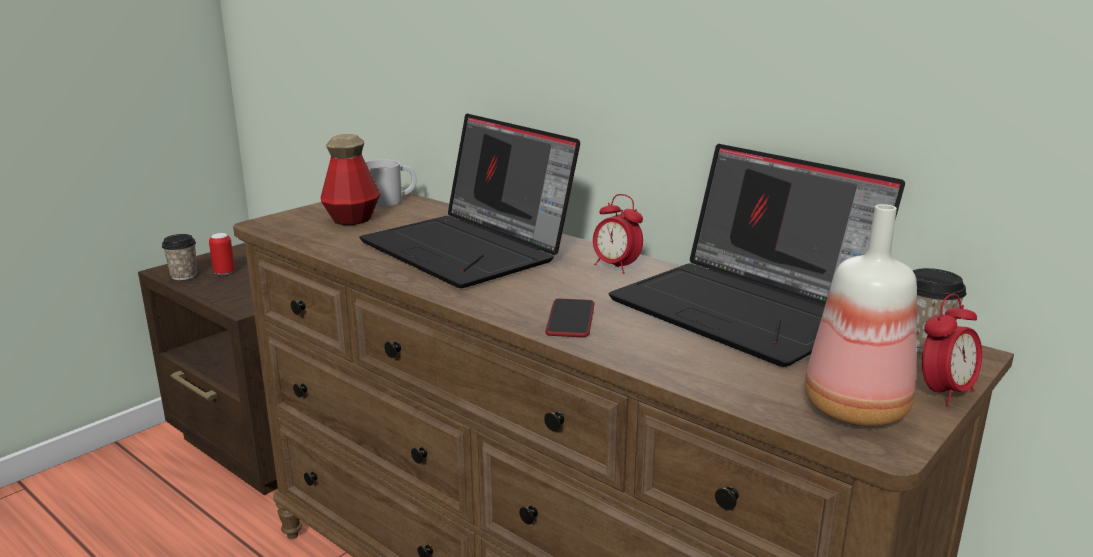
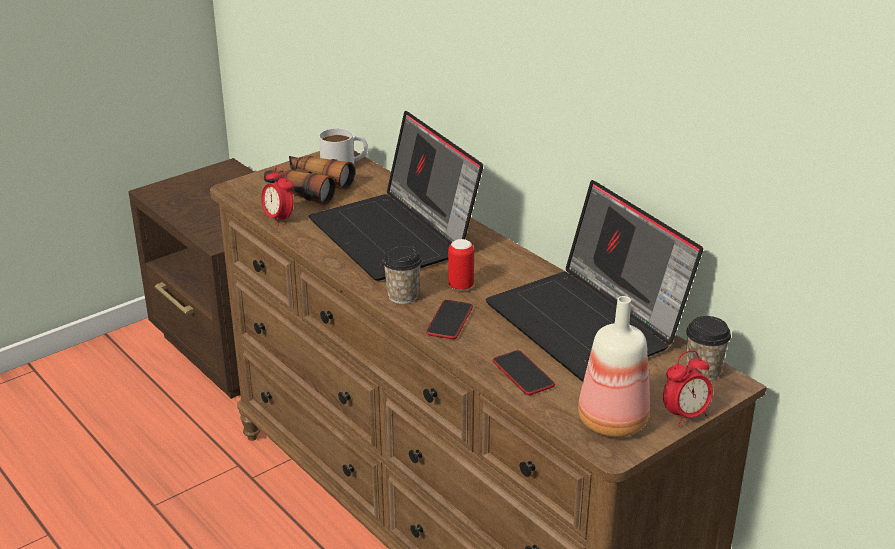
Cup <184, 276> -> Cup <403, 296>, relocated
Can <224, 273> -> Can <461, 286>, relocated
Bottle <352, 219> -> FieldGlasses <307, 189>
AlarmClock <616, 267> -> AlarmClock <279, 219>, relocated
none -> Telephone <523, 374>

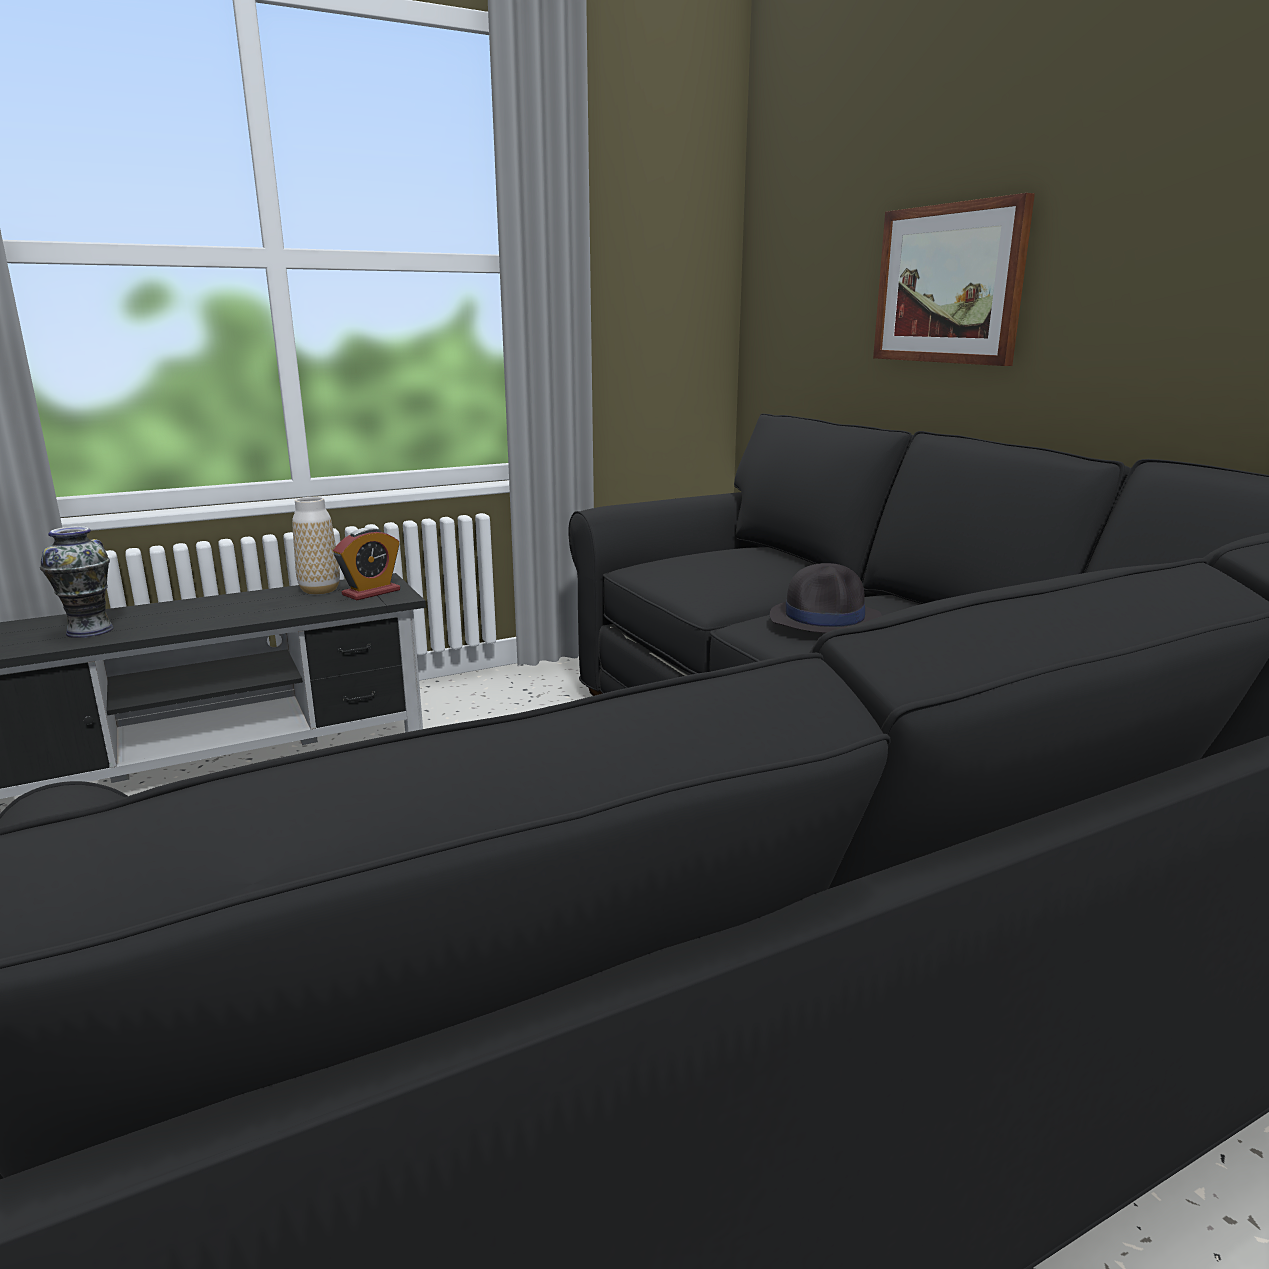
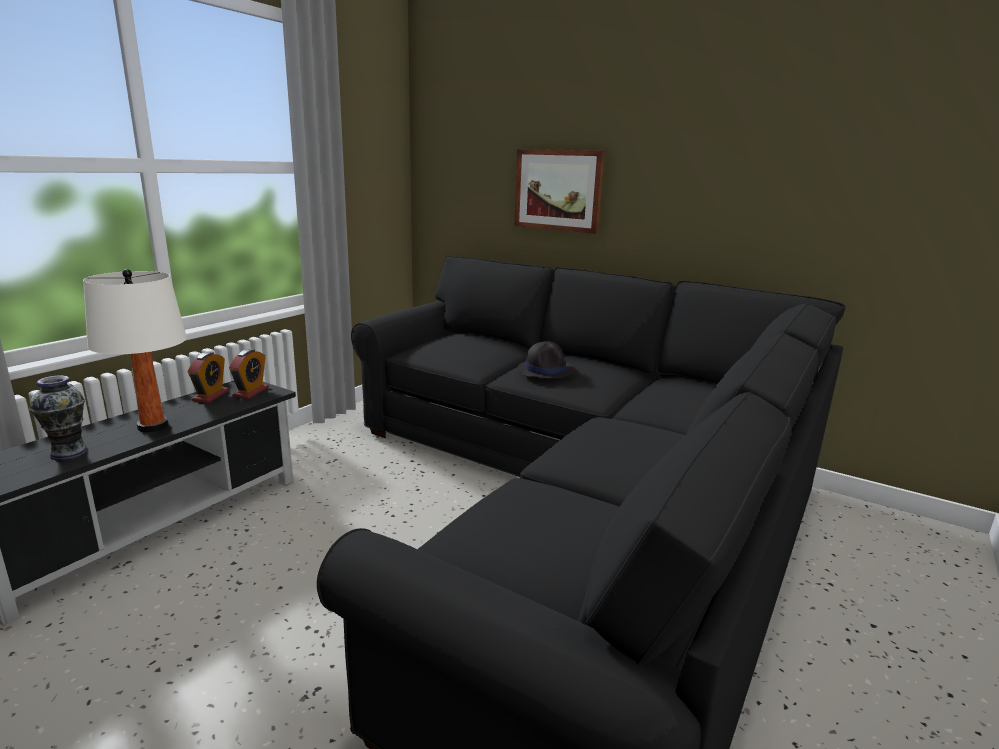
DecorativeVase <320, 590> -> AlarmClock <210, 396>
none -> WhitishTableLamp <153, 426>

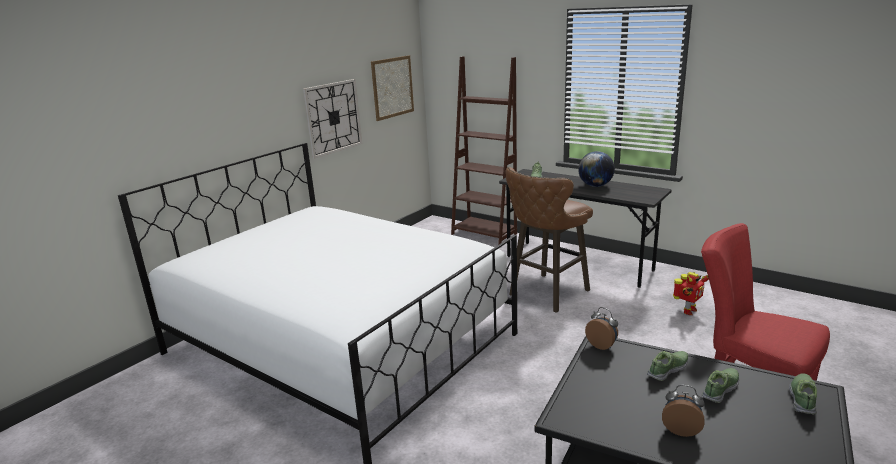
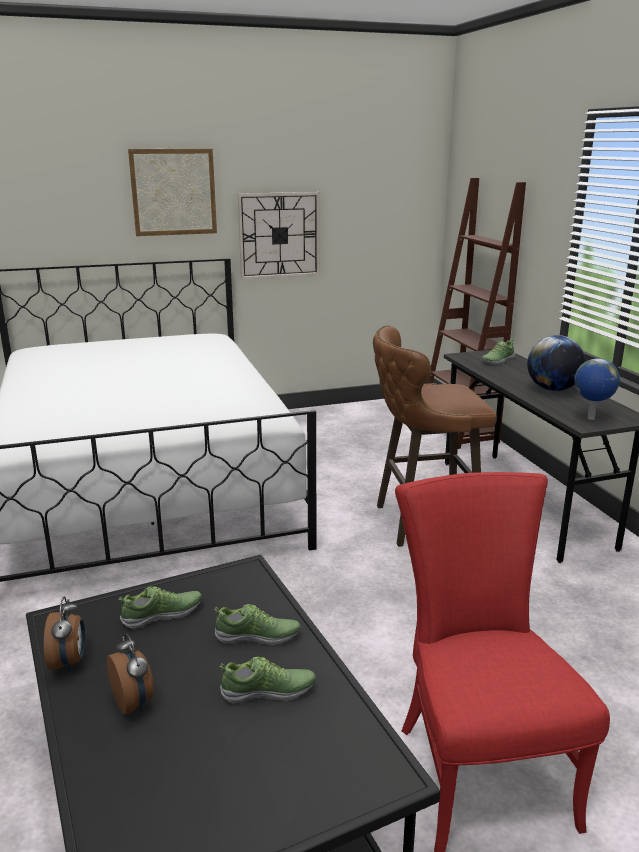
Picture <392, 86> -> Picture <173, 191>, relocated
AlarmClock <602, 345> -> AlarmClock <69, 662>, relocated
ModelRobot <688, 311> -> none
ItemOfFootwear <803, 398> -> ItemOfFootwear <162, 615>, relocated
none -> DeskGlobe <591, 418>

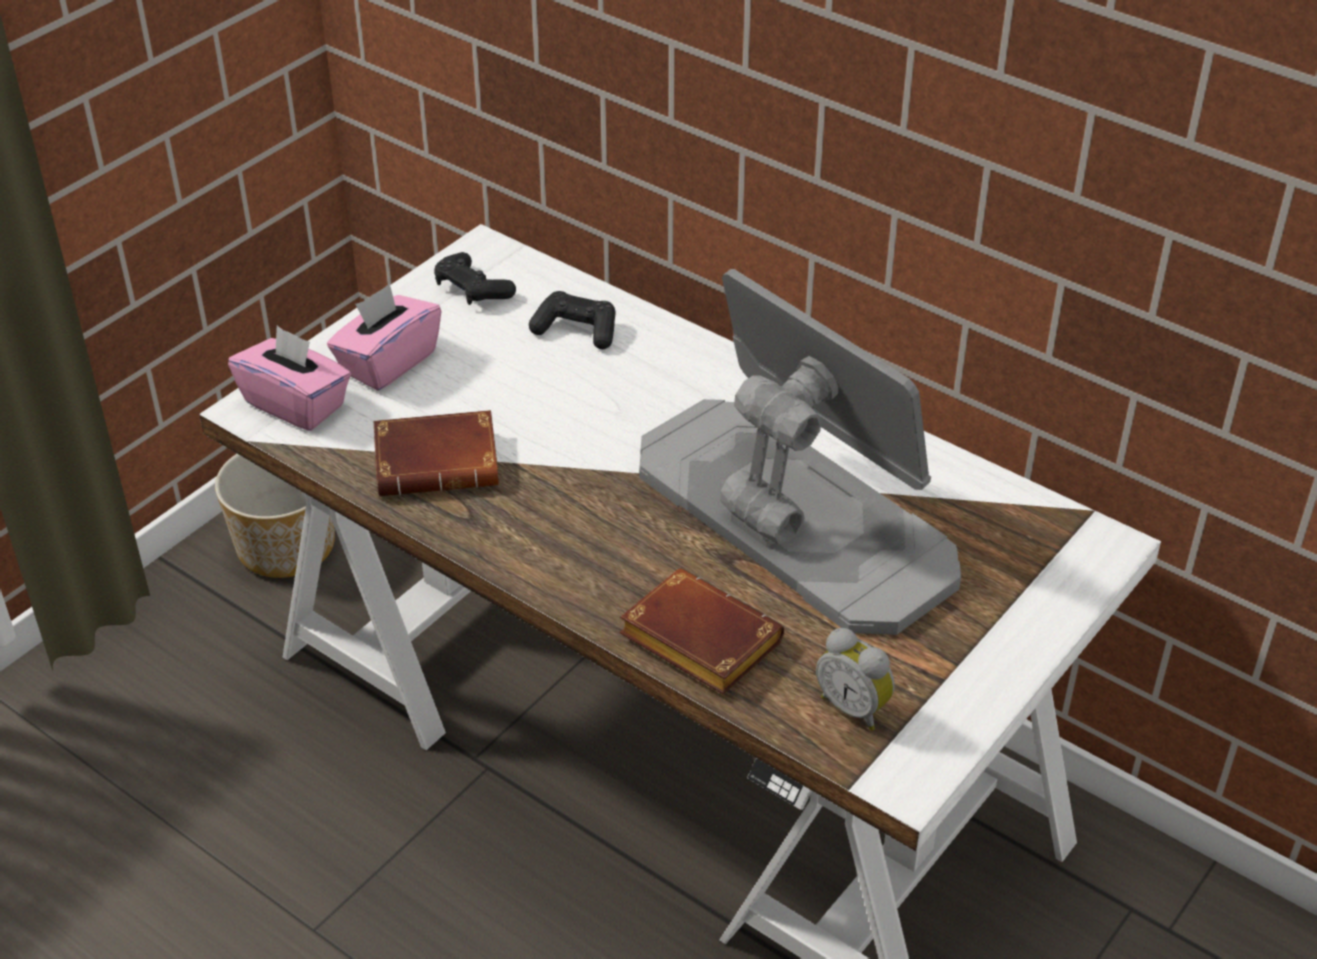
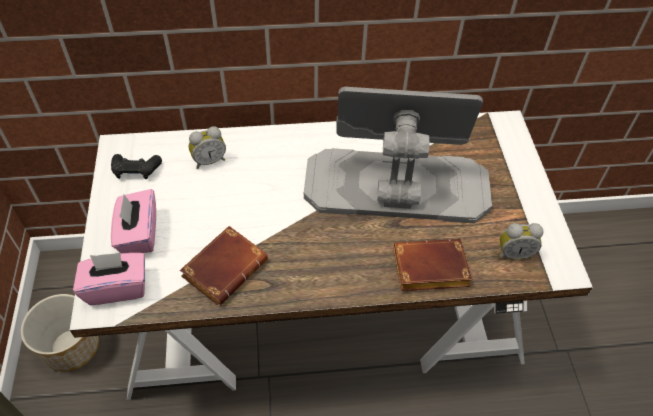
BlackGamepad <576, 330> -> AlarmClock <209, 160>

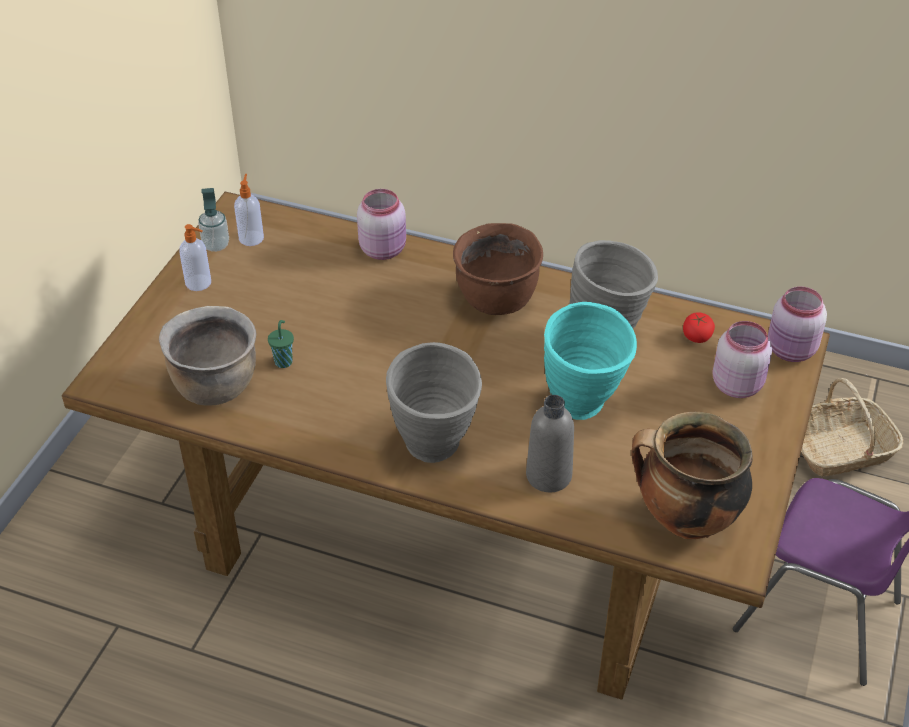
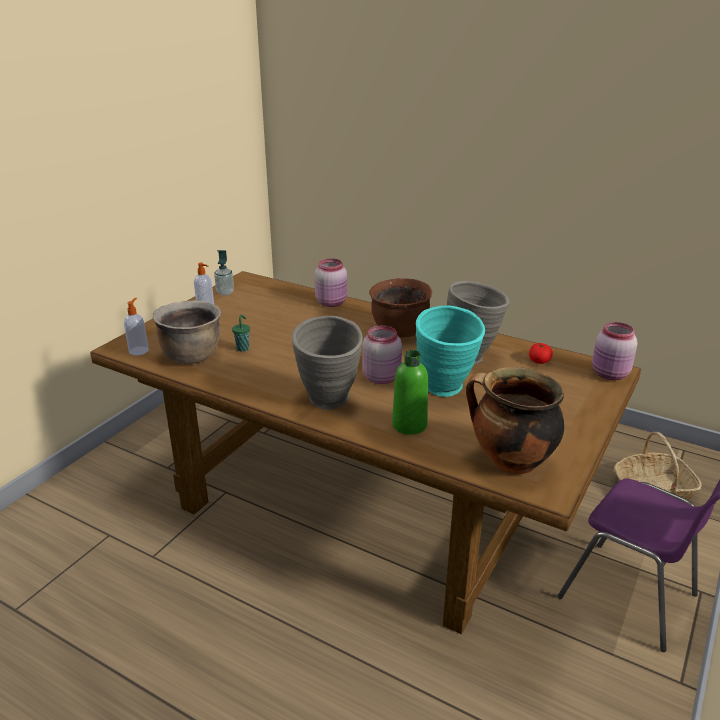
LiquidSoapBottle <251, 237> -> LiquidSoapBottle <139, 350>, relocated
GrayBottle <548, 476> -> GreenColouredBottle <409, 425>
PinkishPreserveJar <737, 384> -> PinkishPreserveJar <382, 377>, relocated

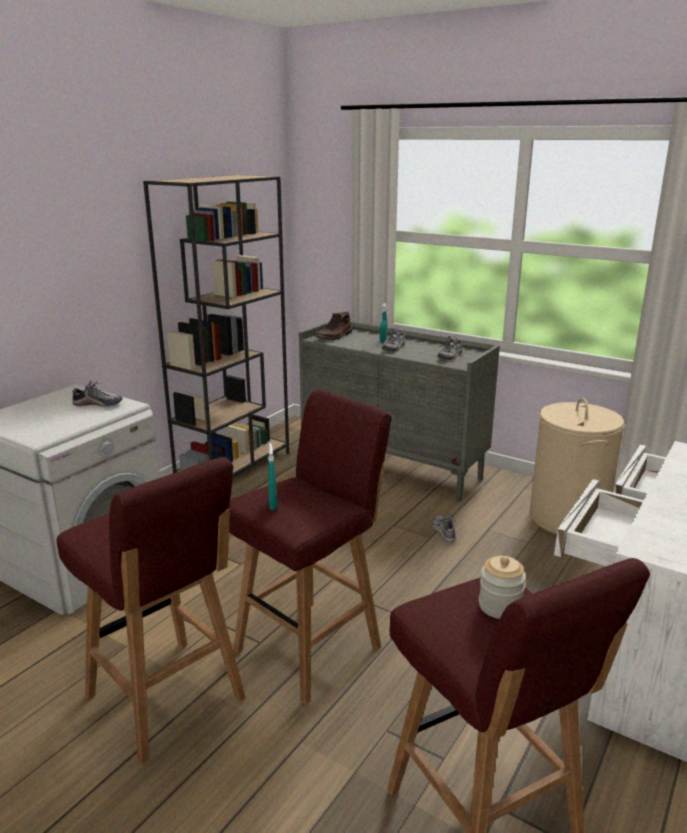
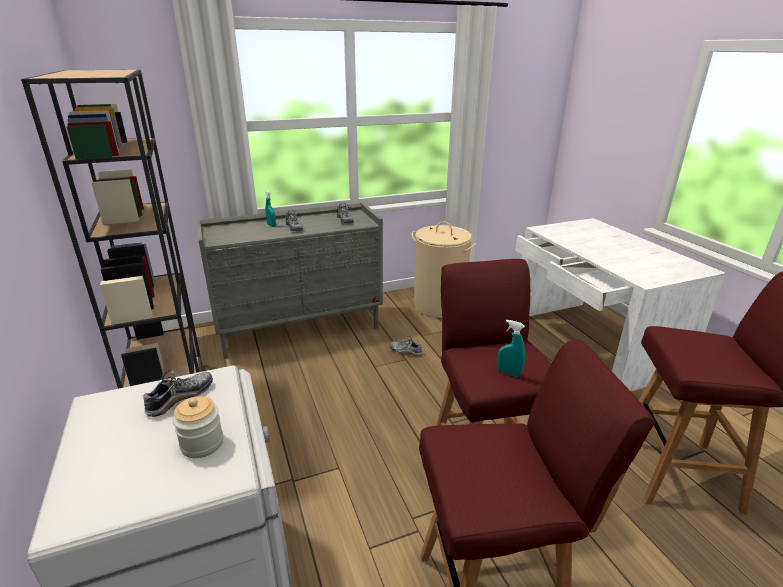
BrownishTallBoot <334, 336> -> none
PreserveJar <500, 606> -> PreserveJar <202, 443>, relocated

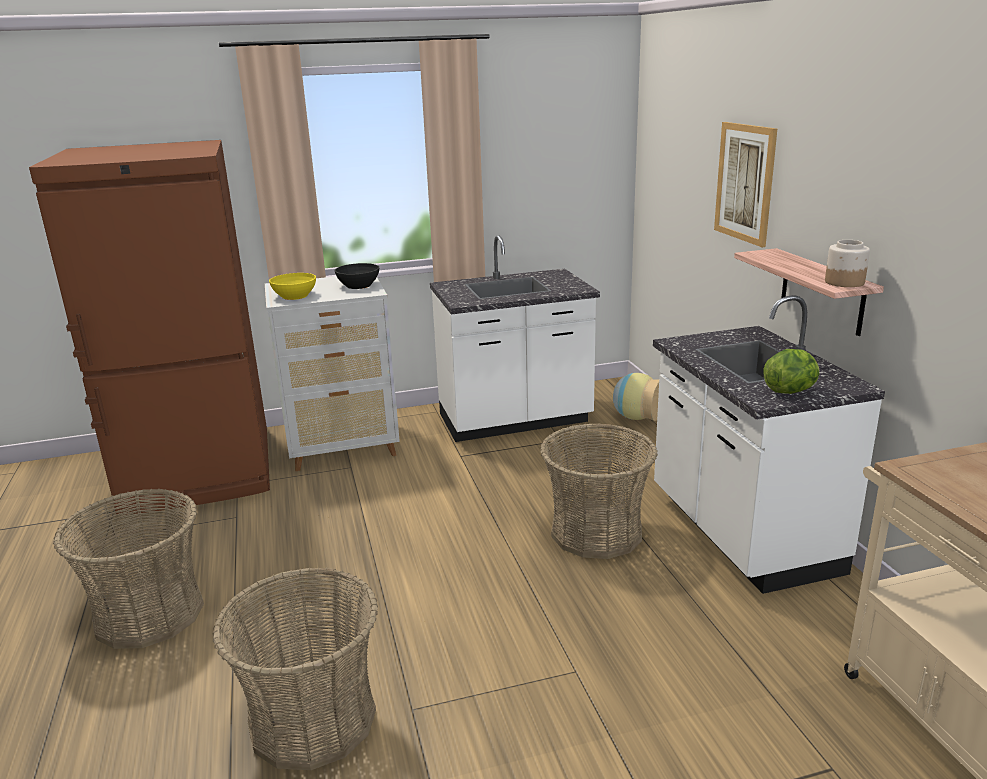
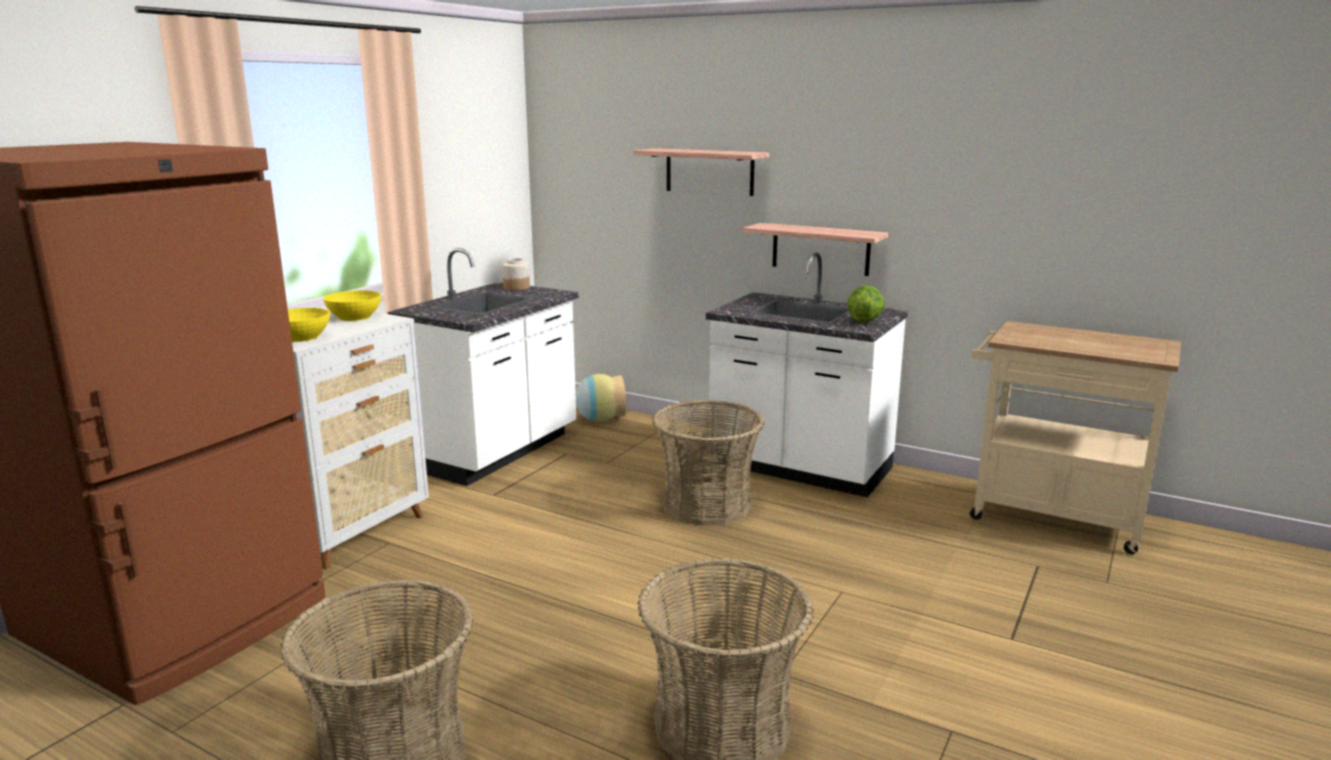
BlackServingBowl <358, 285> -> YellowServingBowl <354, 317>
Picture <745, 183> -> BracketShelf <709, 171>
PreserveJar <844, 282> -> PreserveJar <516, 288>, relocated

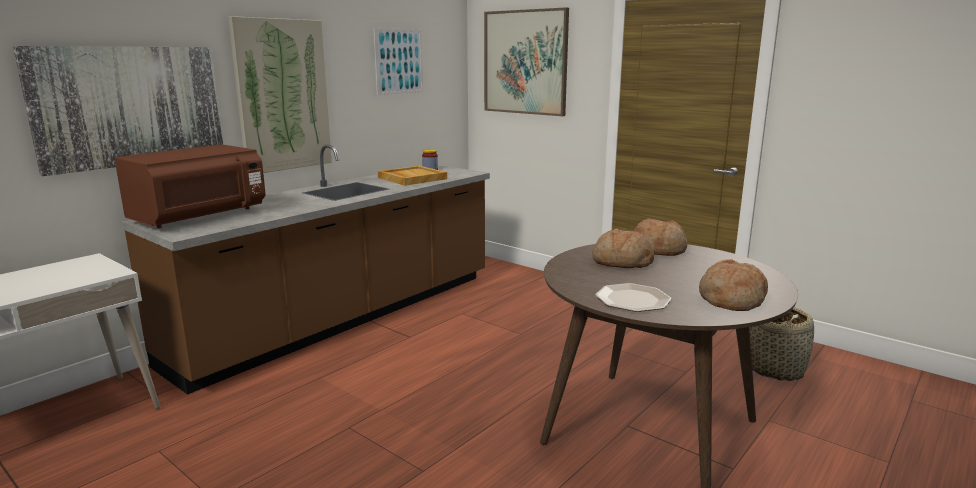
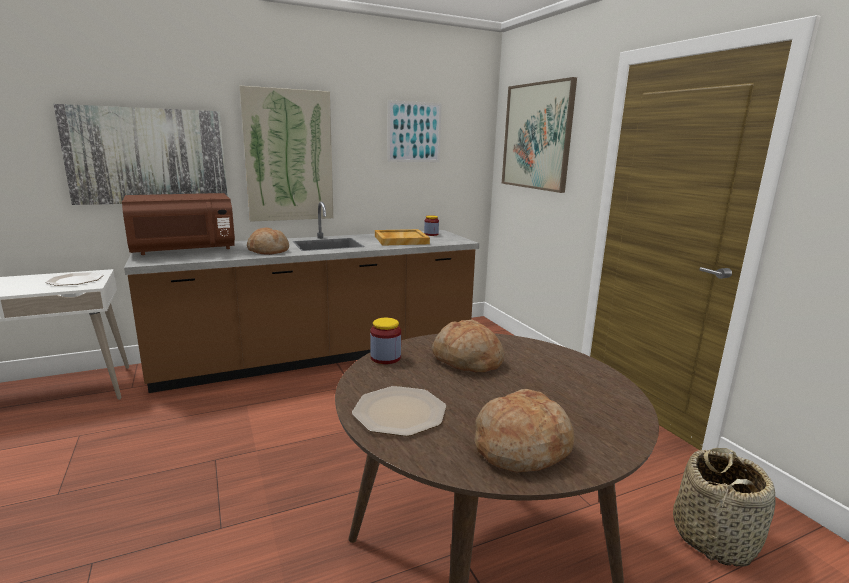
BakeryBread <658, 250> -> BakeryBread <268, 251>, relocated
none -> FlatDish <76, 280>
none -> PreserveJar <385, 358>

